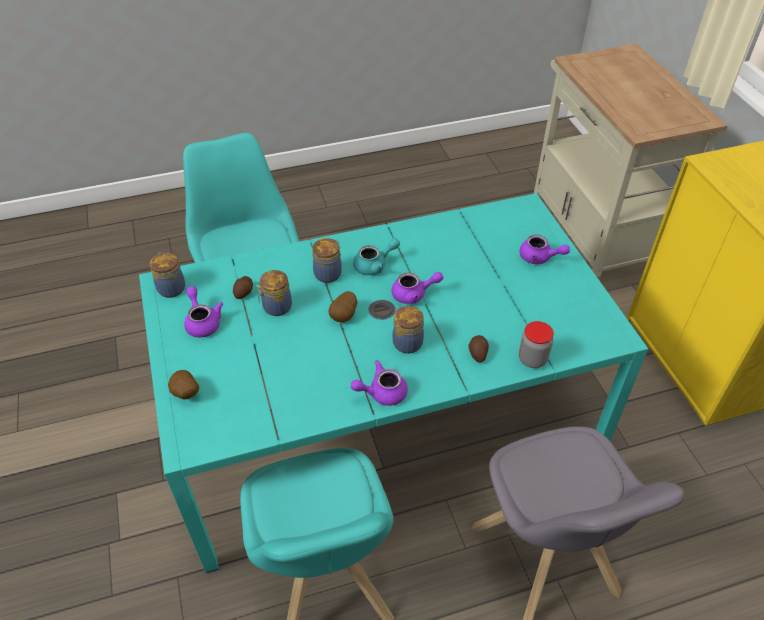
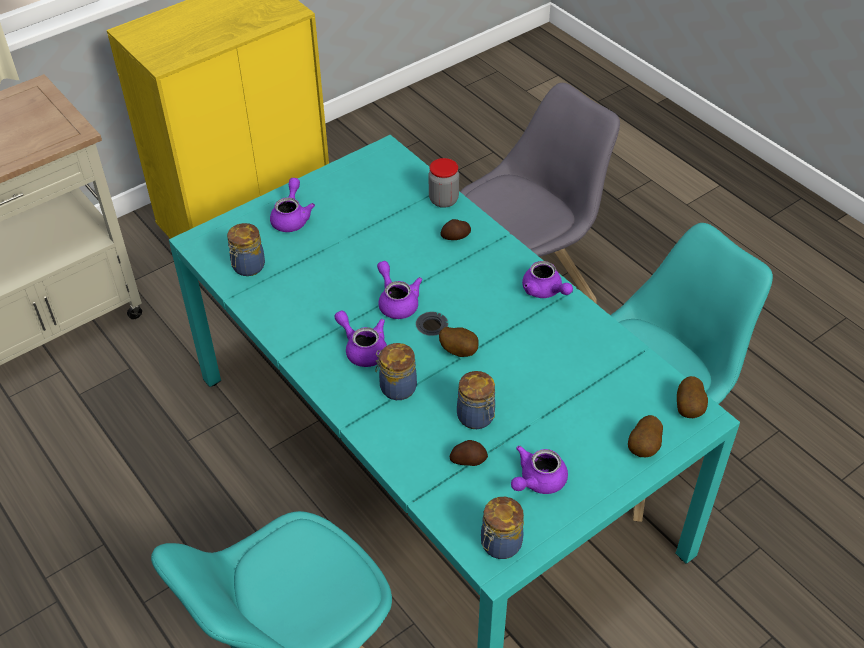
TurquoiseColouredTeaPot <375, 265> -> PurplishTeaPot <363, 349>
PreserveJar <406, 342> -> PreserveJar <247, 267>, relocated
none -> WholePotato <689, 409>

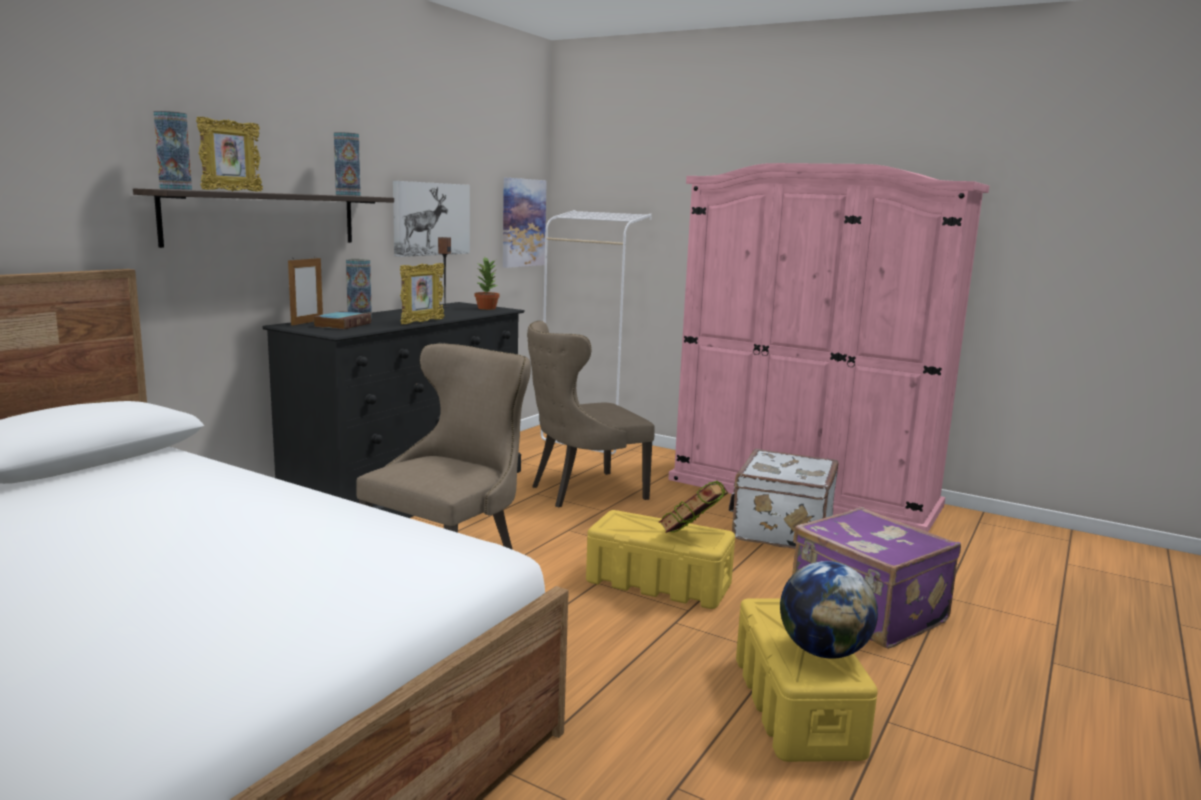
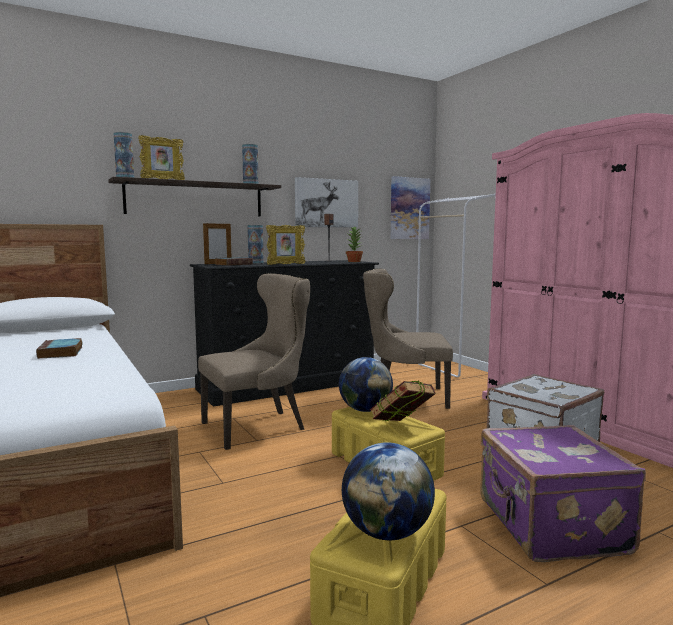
none -> Volume <61, 352>
none -> DeskGlobe <365, 410>

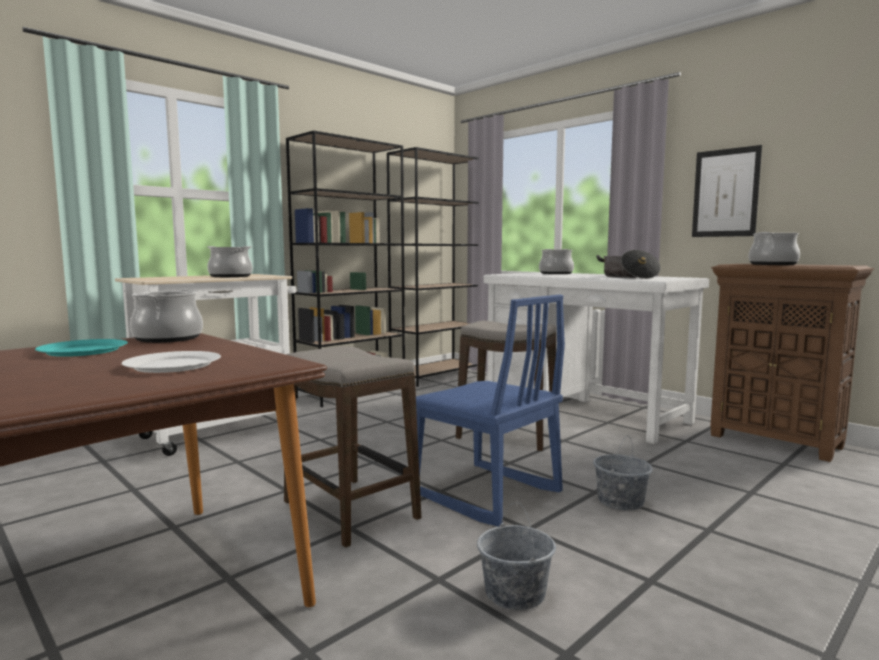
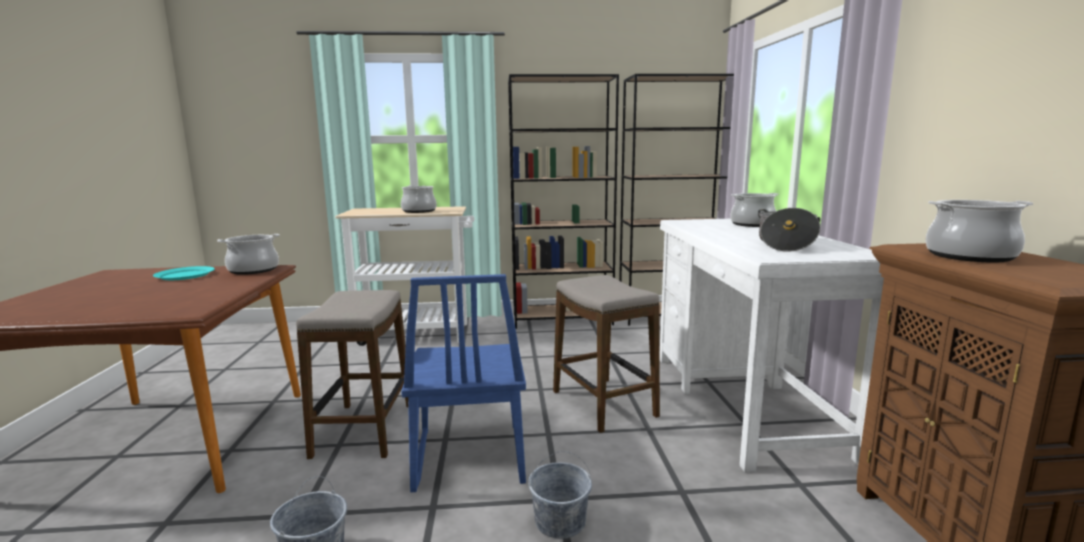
WhitishFlatDish <172, 365> -> none
Picture <725, 193> -> none

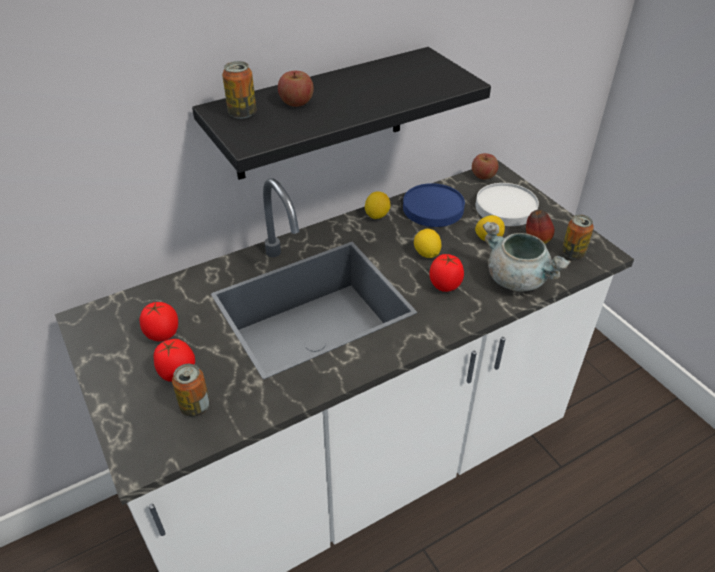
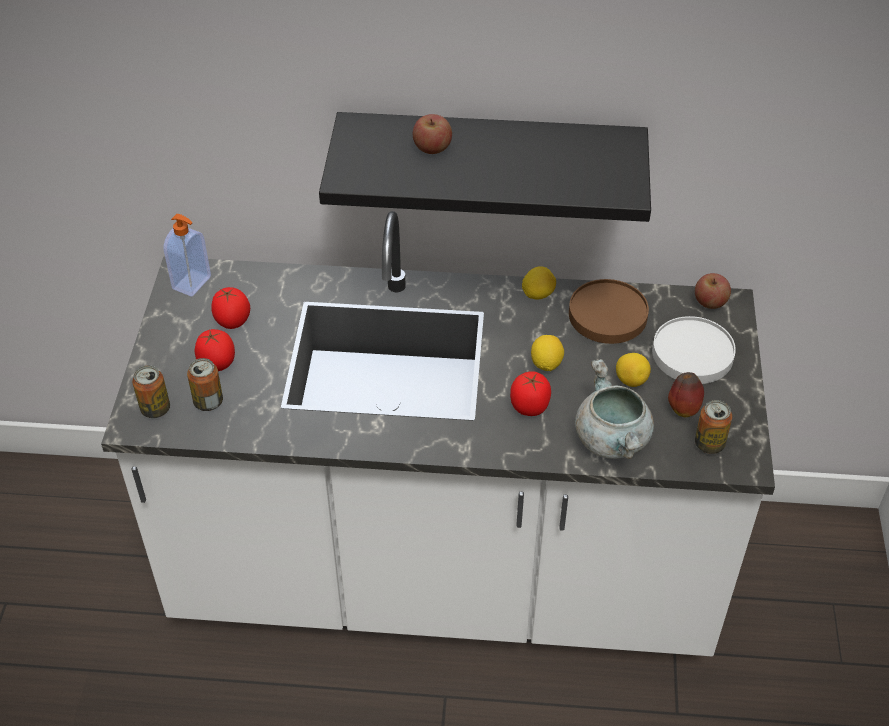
Can <242, 113> -> Can <155, 409>, relocated
BlueColouredFlatDish <433, 208> -> BrownishFlatDish <607, 315>
none -> LiquidSoapBottle <193, 283>

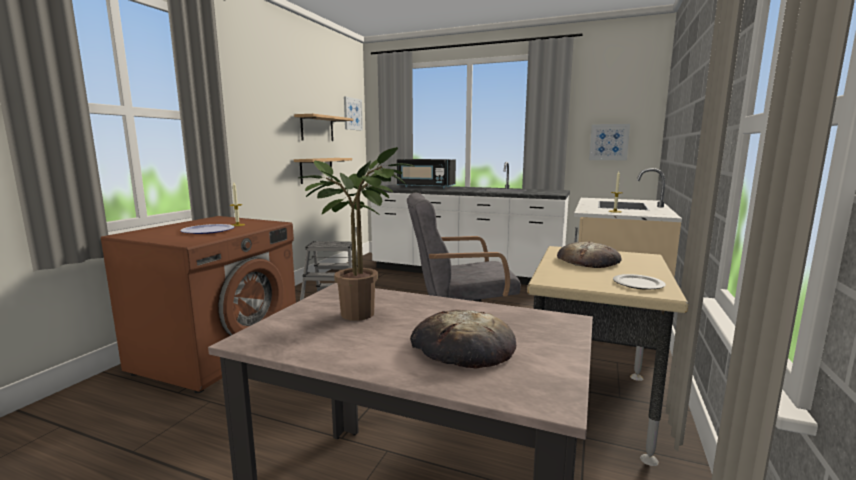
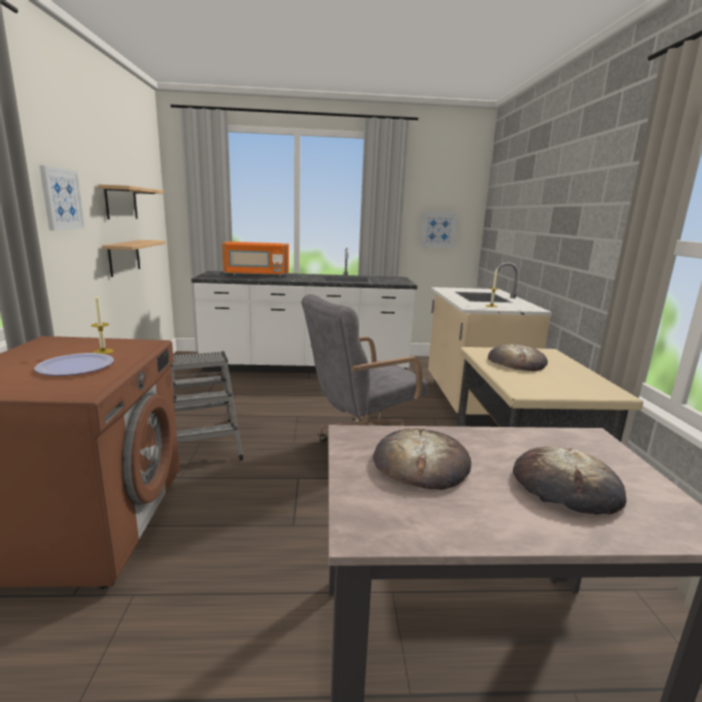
PlantInAPot <363, 312> -> BakeryBread <421, 463>
Picture <352, 114> -> Picture <61, 199>, relocated
BlackMicrowaveOven <425, 187> -> OrangeyMicrowaveOven <257, 275>
FlatDish <639, 284> -> none

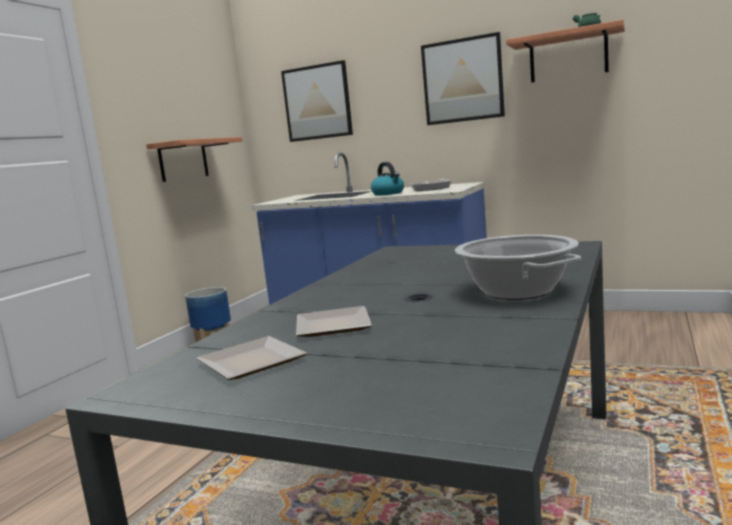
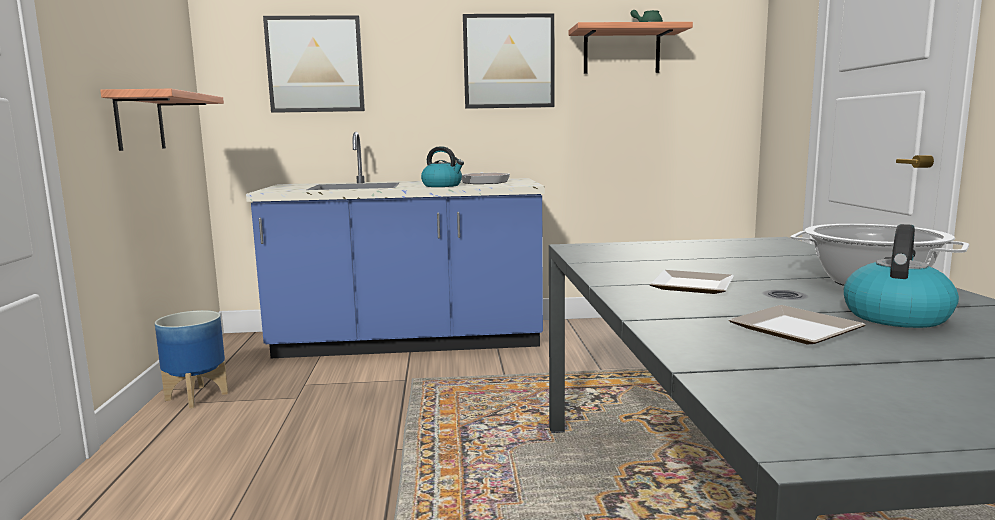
FlatDish <250, 364> -> FlatDish <694, 287>, relocated
none -> WaterKettle <895, 316>

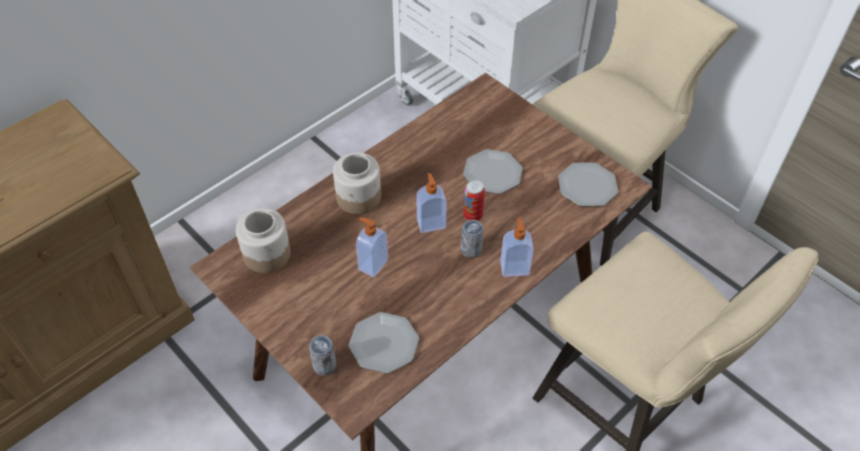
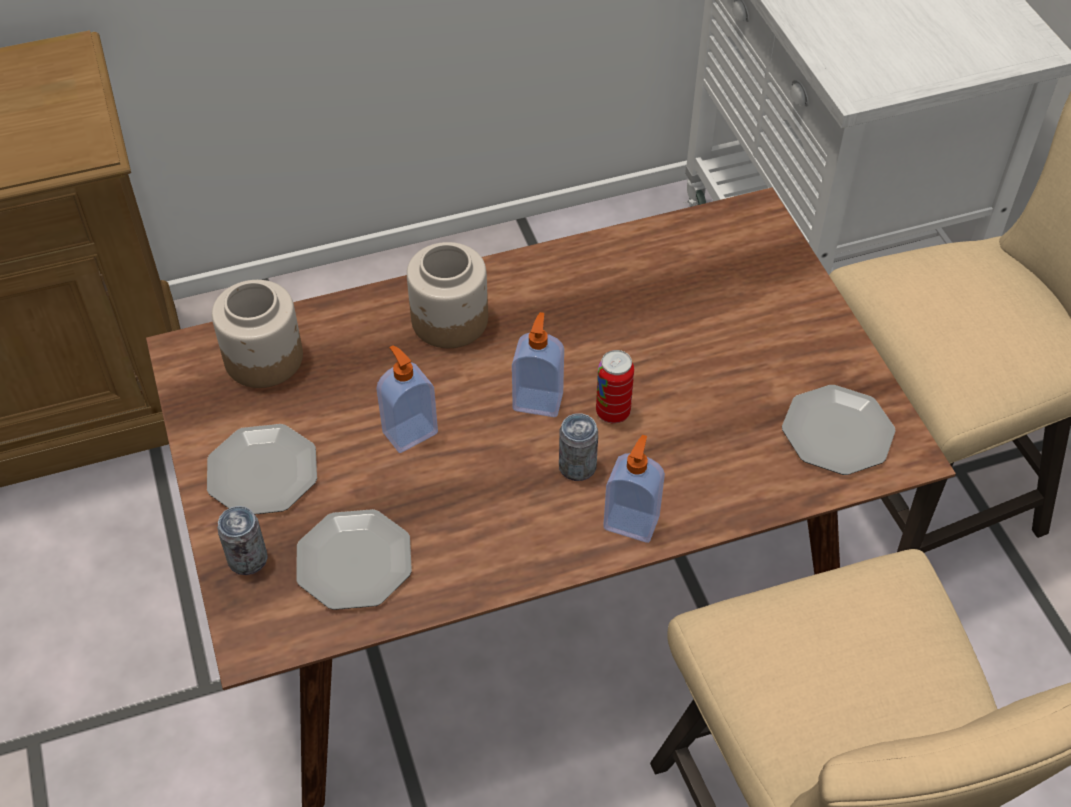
FlatDish <493, 173> -> FlatDish <263, 473>, relocated

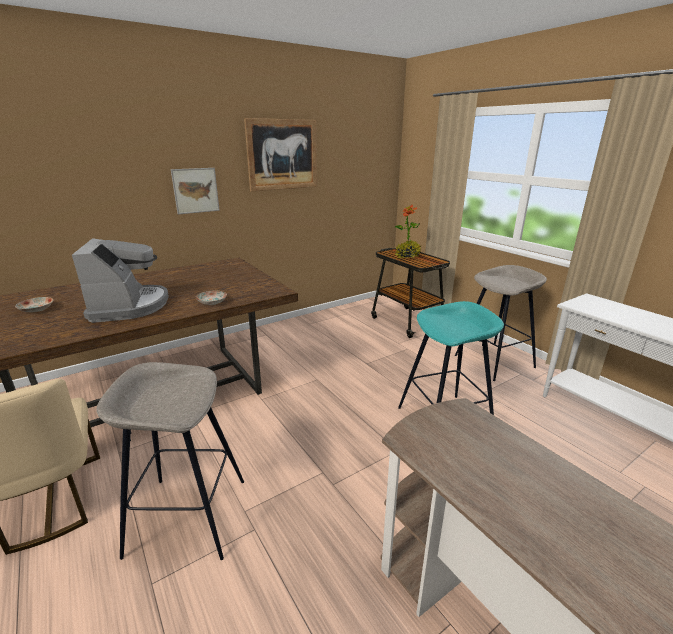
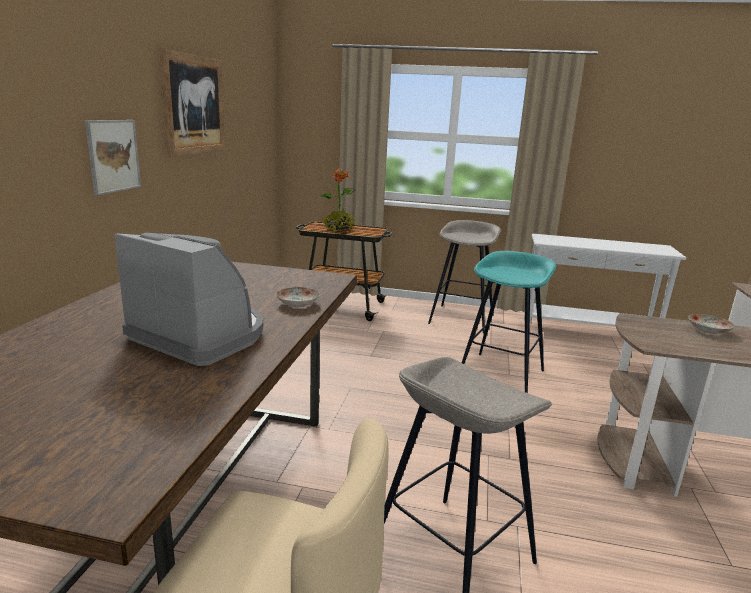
FlatDish <36, 310> -> FlatDish <708, 330>, relocated

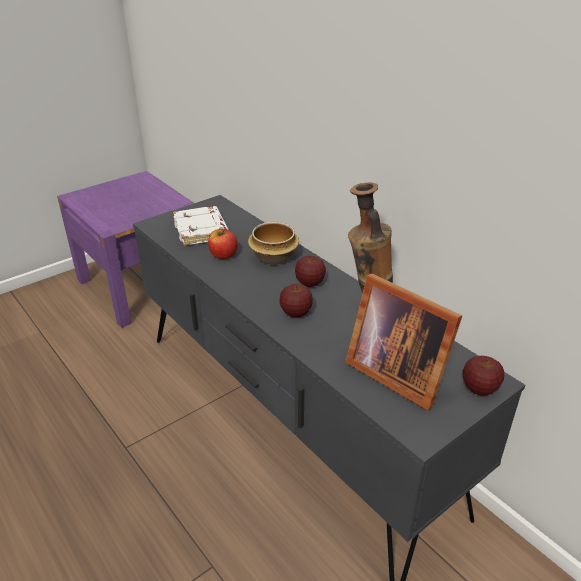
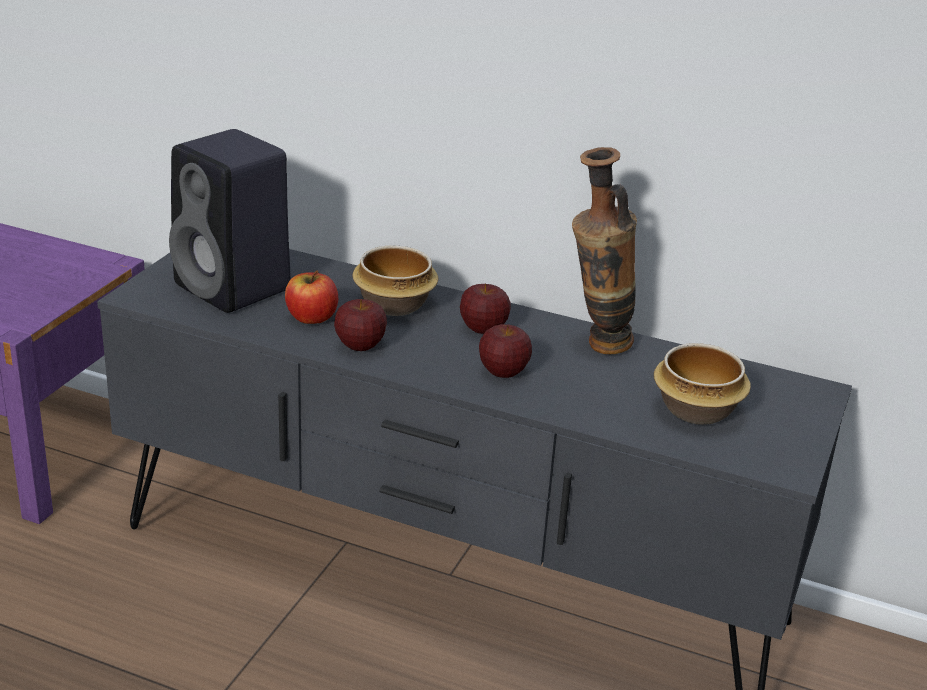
WhitishVolume <202, 230> -> BlackAudioSpeaker <236, 288>
PictureFrame <395, 372> -> ServingBowl <698, 410>
Apple <479, 389> -> Apple <360, 345>, relocated

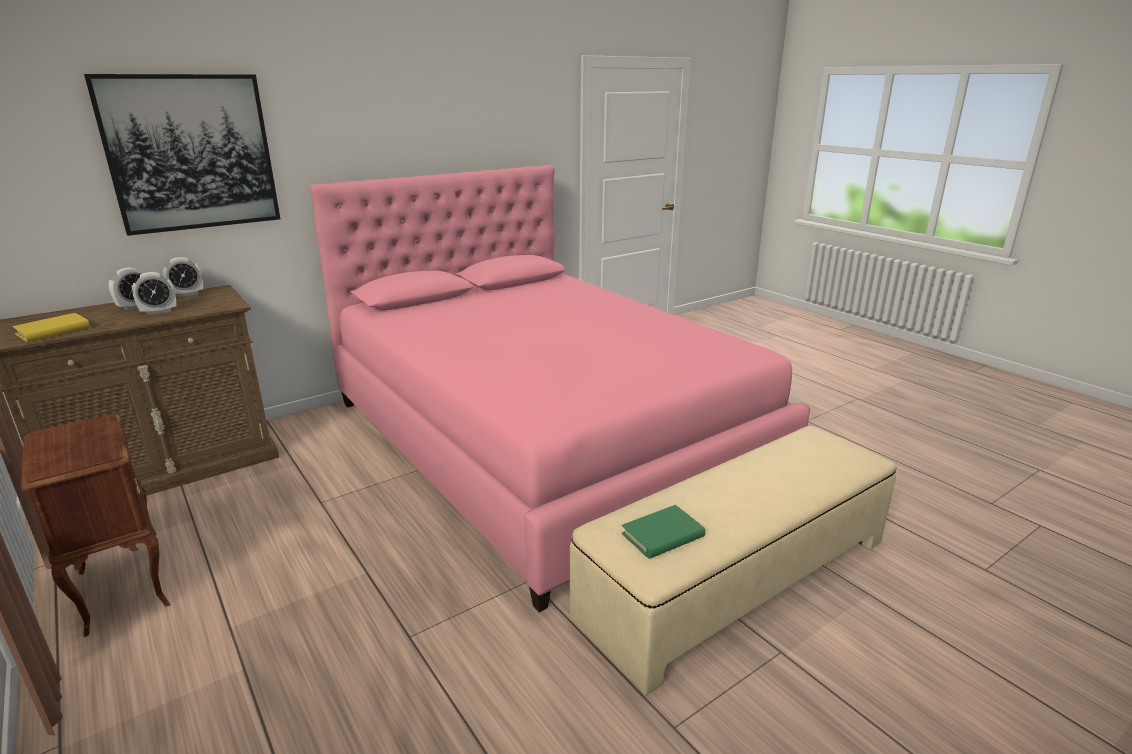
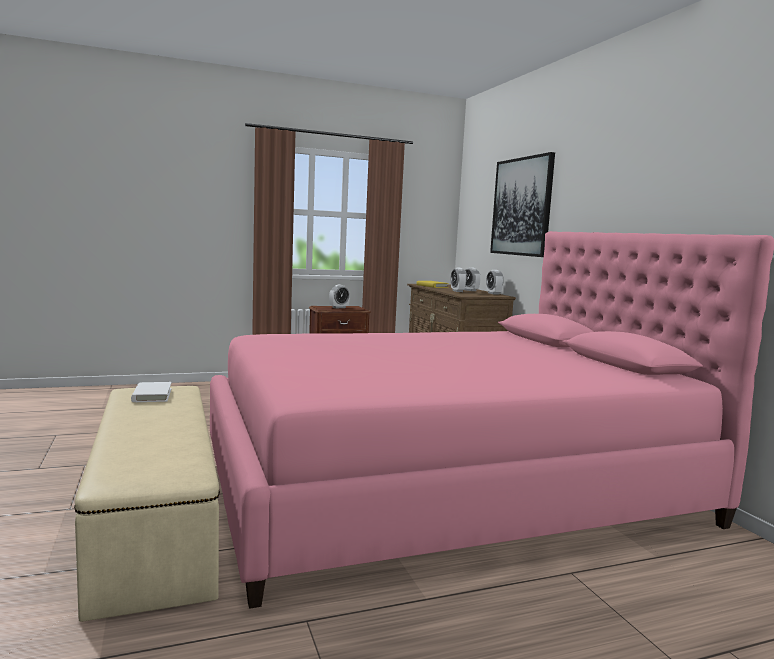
GreenColouredVolume <662, 535> -> WhitishVolume <152, 395>
none -> AlarmClock <339, 307>

